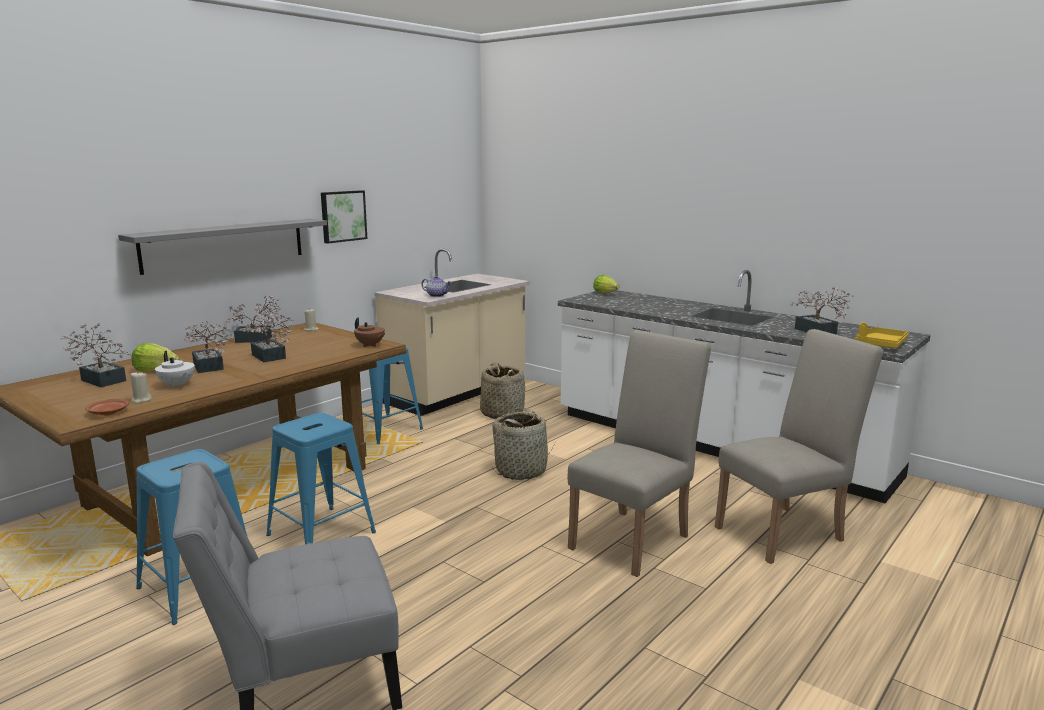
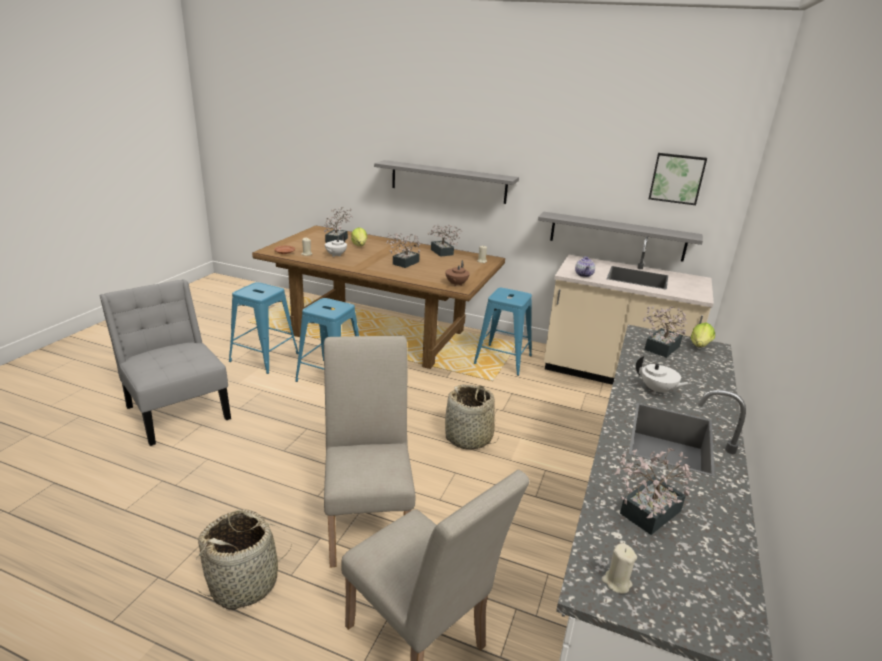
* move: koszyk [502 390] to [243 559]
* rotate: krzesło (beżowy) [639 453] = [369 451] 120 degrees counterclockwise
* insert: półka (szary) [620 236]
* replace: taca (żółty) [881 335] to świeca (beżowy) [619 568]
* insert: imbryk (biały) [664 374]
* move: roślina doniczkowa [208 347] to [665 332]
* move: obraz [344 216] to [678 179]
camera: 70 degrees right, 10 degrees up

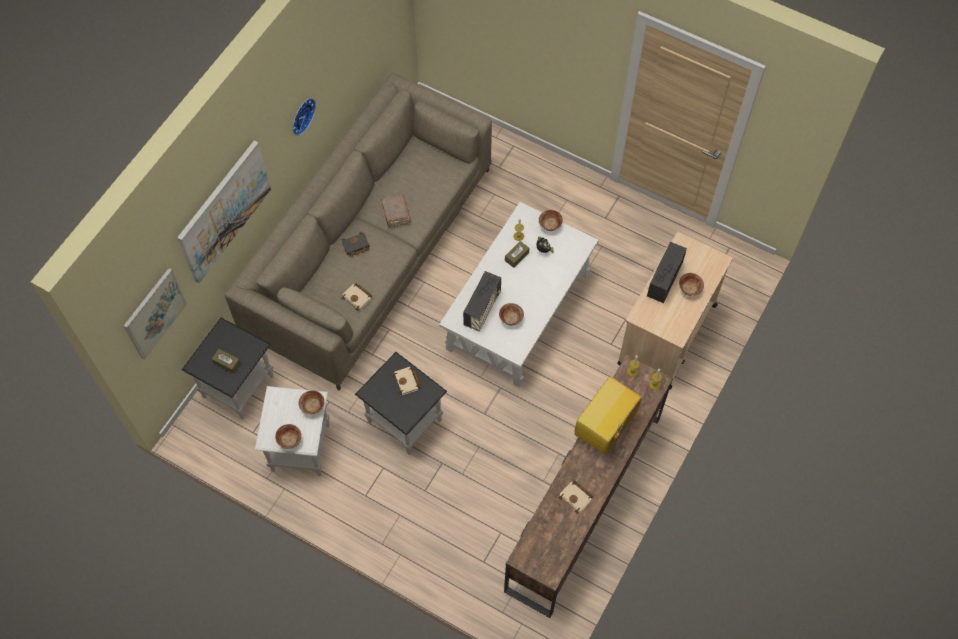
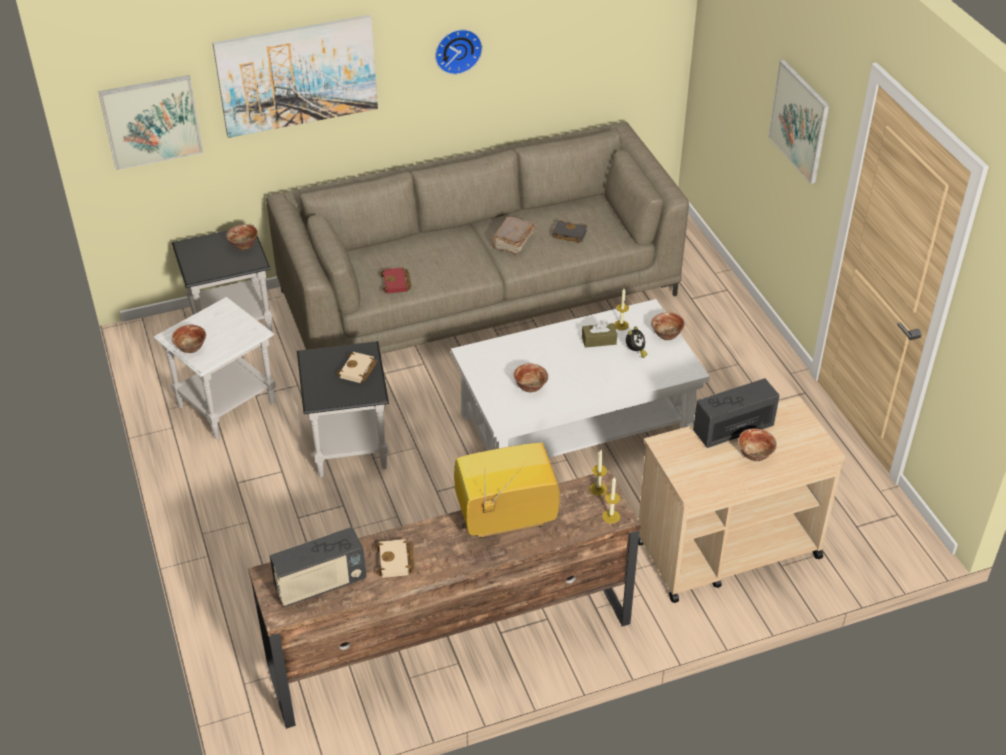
* move: miska [311 402] to [242 237]
* move: radio [482 301] to [317 567]
* recolor: książka (beżowy) [356 297] to książka (czerwony) [395 281]
* move: książka (czarny) [356 244] to [569 231]
* insert: obraz [798 122]
* delete: pudełko chusteczek (brązowy) [226 361]
camera: 40 degrees right, 20 degrees down

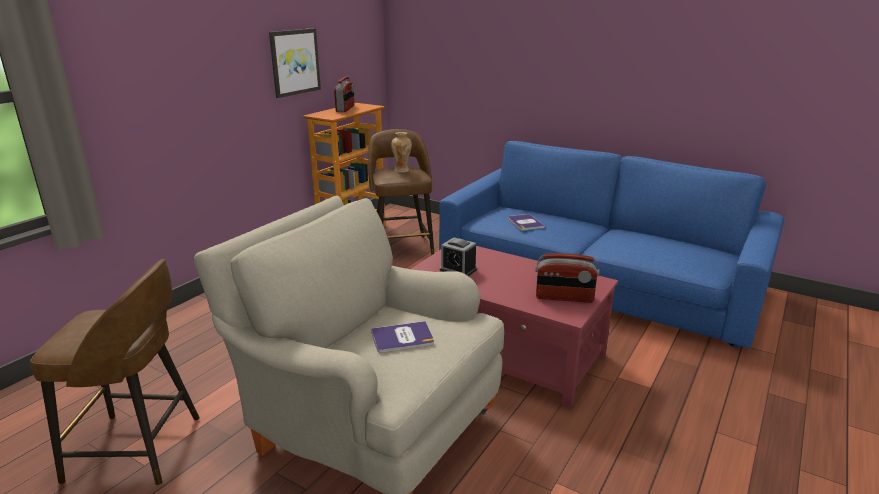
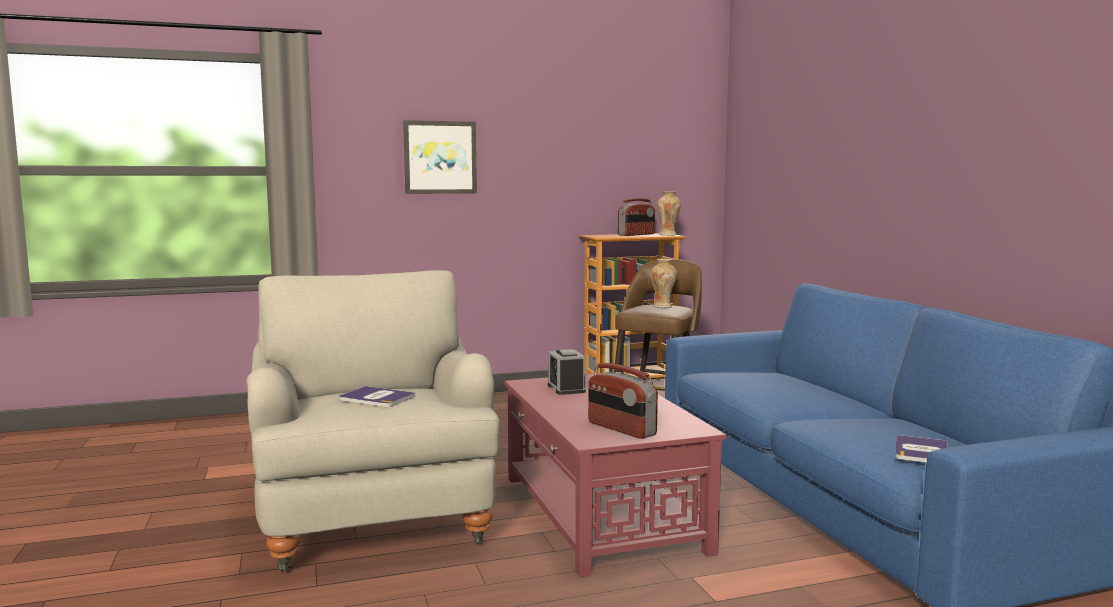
* move: obraz [295 63] to [440 157]
* insert: wazon [669 213]
* move: książka [526 222] to [921 449]
* delete: stołek (brązowy) [115 372]
camera: 40 degrees right, 15 degrees down

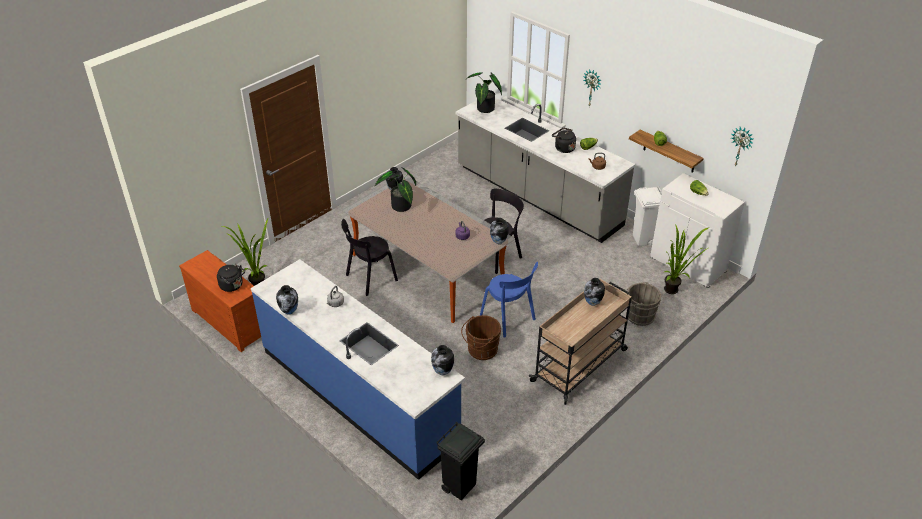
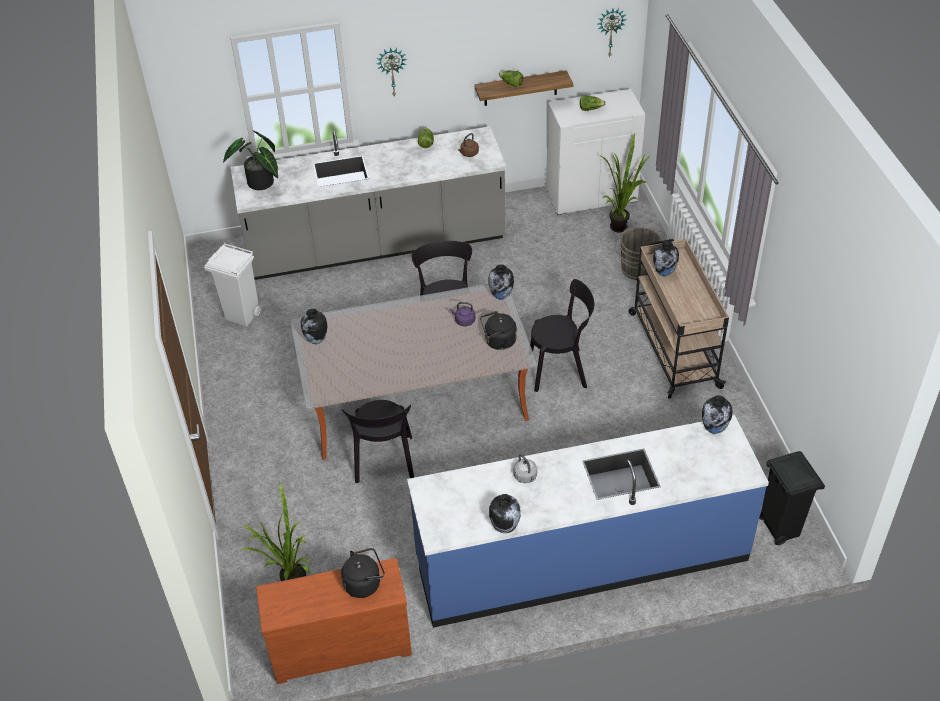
* move: kosz na śmieci (biały) [647 216] to [232 285]
* move: czajnik (czarny) [564 140] to [498 330]
* recolor: krzesło (niebieski) [509 300] to krzesło (czarny) [562 335]
* delete: roślina doniczkowa [395 189]
* delete: wiadro (brązowy) [481 337]
camera: 55 degrees left, 5 degrees up

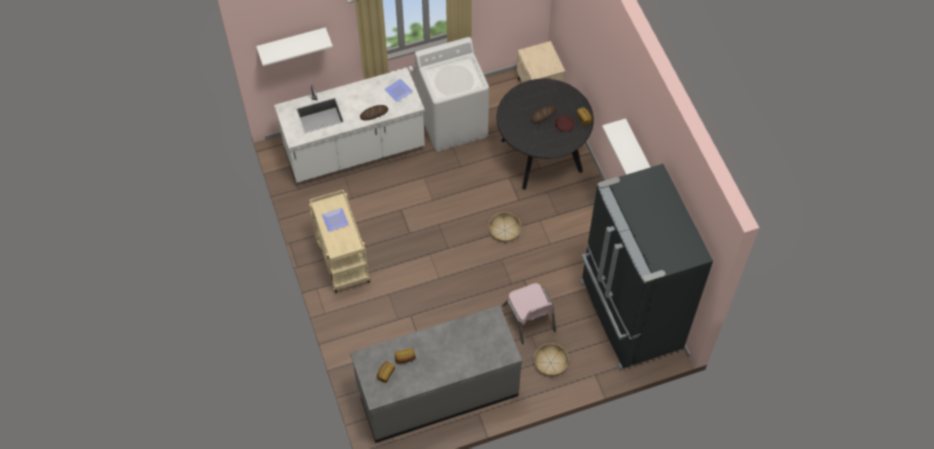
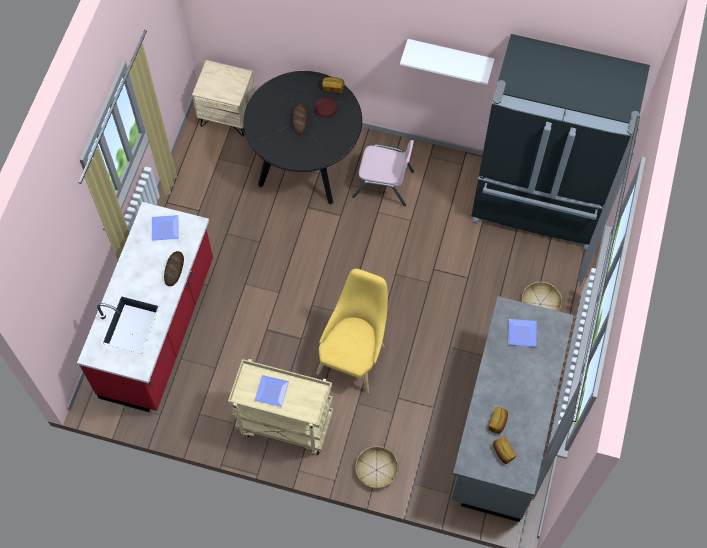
* recolor: zabudowa kuchenna (biały) [349 125] to zabudowa kuchenna (czerwony) [145 307]
* insert: krzesło (żółty) [352 331]
* move: krzesło (różowy) [529 313] to [383 173]
* move: koszyk [505 227] to [376 467]
* insert: talerz [522 333]
* delete: półka (biały) [294 46]
* delete: pralka (biały) [452 94]
camera: 55 degrees left, 5 degrees up

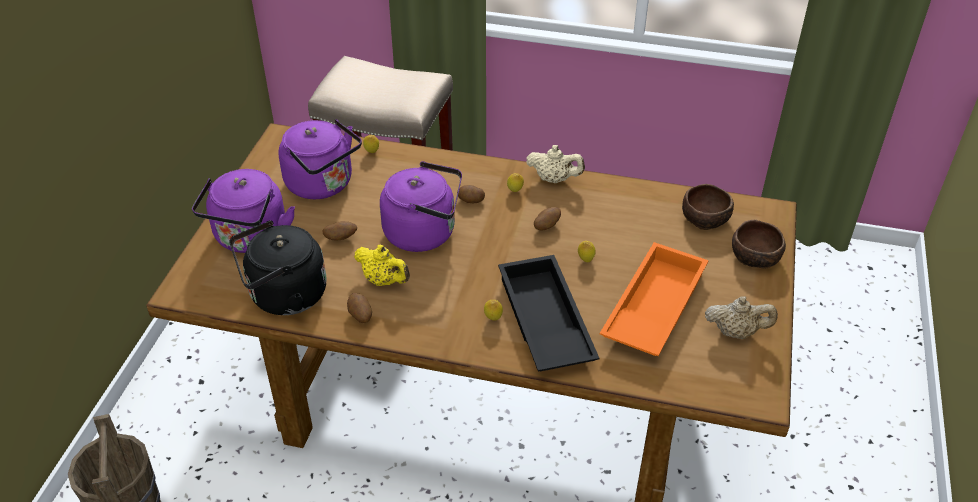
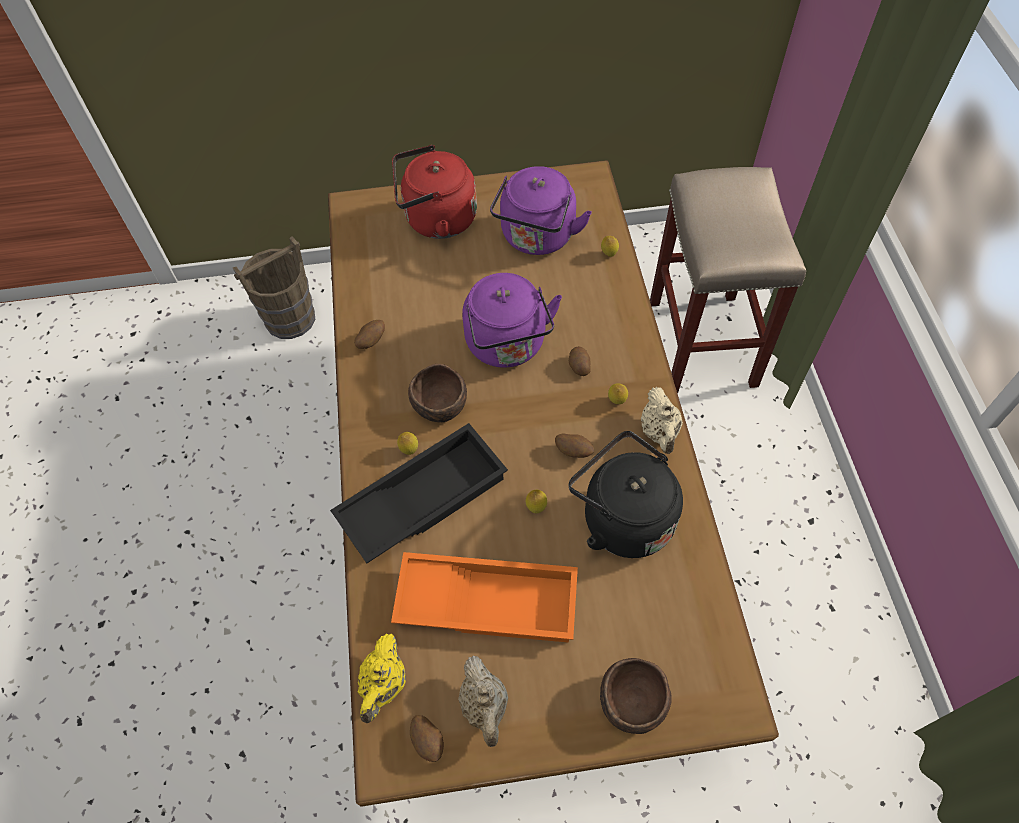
* move: imbryk (żółty) [382 265] to [382 678]
* recolor: czajnik (fioletowy) [243 211] to czajnik (czerwony) [434 192]
* move: miska (brązowy) [708 207] to [437 393]
* move: ziemniak [340 230] to [427 738]
* move: czajnik (czarny) [278 267] to [626 494]
camera: 70 degrees right, 15 degrees up

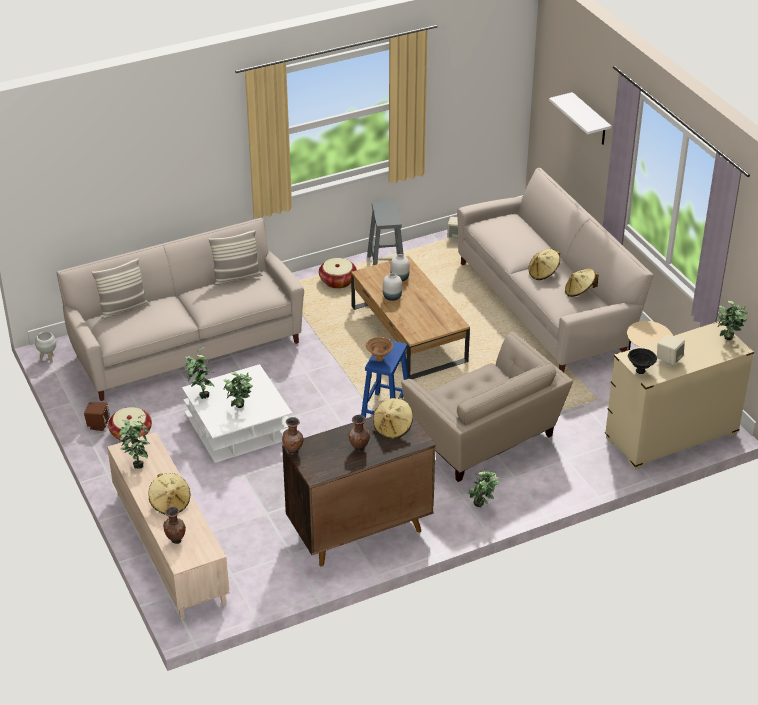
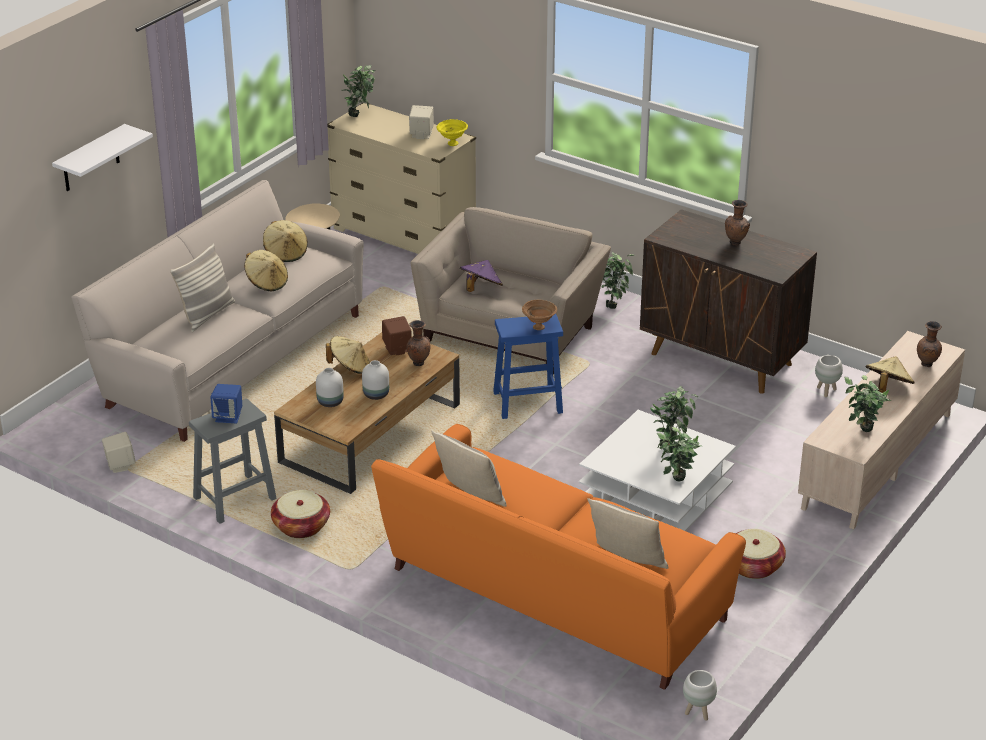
* insert: poduszka [202 287]
* insert: głośnik (niebieski) [226 403]
* move: kapelusz (beżowy) [393 418] to [348 355]
* recolor: kanapa (beżowy) [180 309] to kanapa (pomarańczowy) [558 557]
* move: głośnik (brązowy) [97 416] to [396 335]
* move: wazon (brązowy) [292 436] to [418 343]
* recolor: miska (czarny) [642 361] to miska (żółty) [452 132]
* insert: kapelusz (fioletowy) [481 276]
* insert: donica (biały) [829 376]
camera: 120 degrees left, 5 degrees down

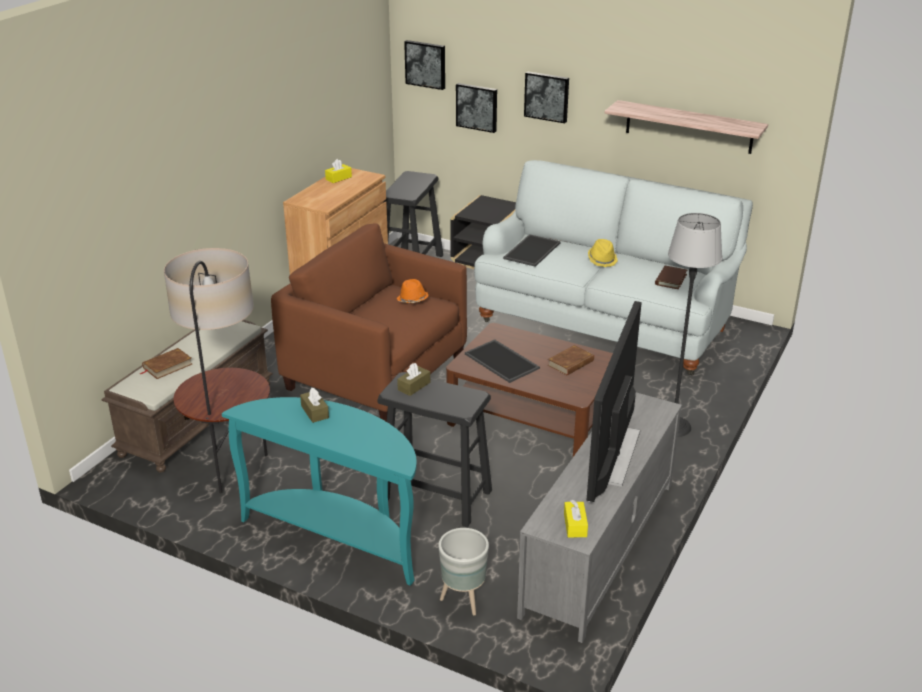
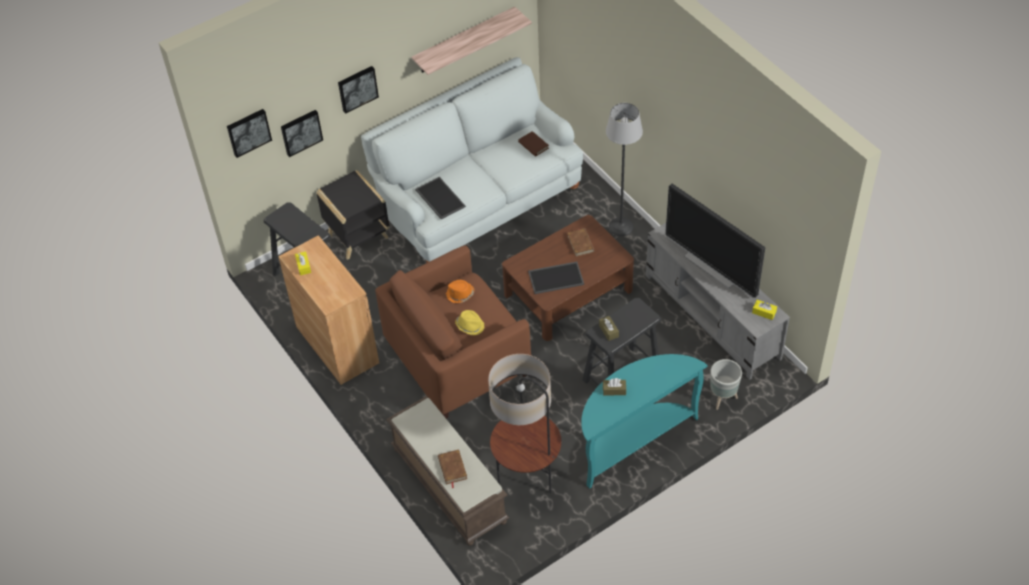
* move: kapelusz (żółty) [603 253] to [470 322]
camera: 60 degrees left, 20 degrees up

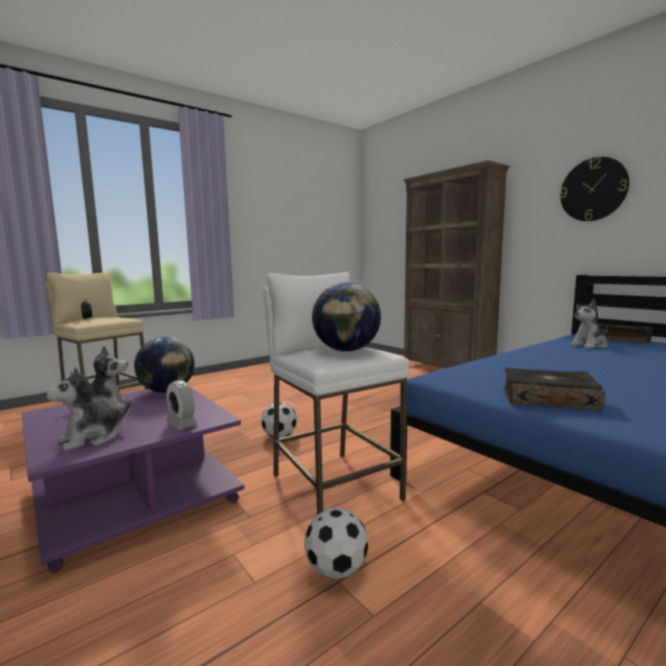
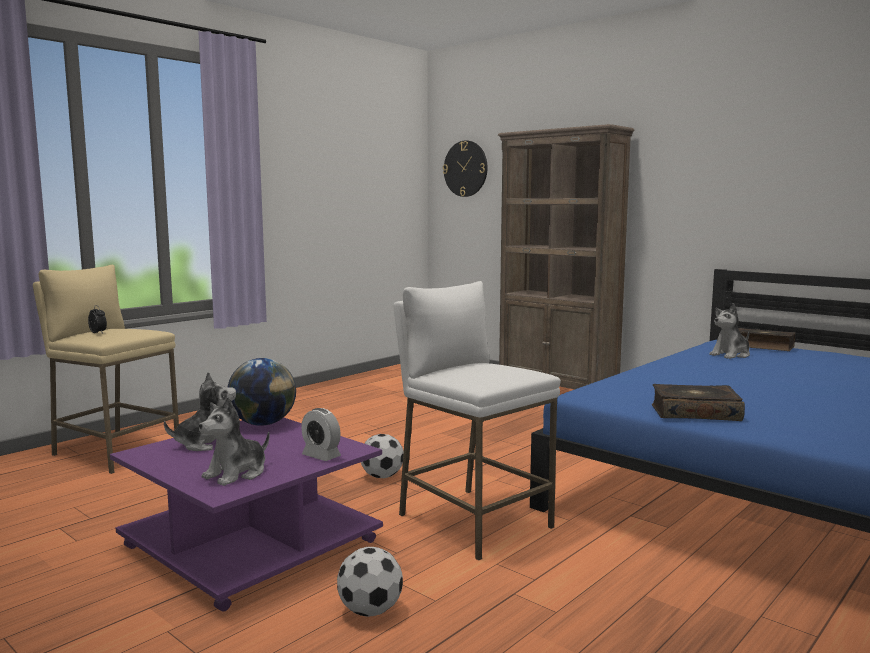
* move: piłka futbolowa [336 543] to [370 582]
* move: zegar ścienny [594 189] to [465 168]
* delete: globus [346 317]
camera: 10 degrees left, 0 degrees up

